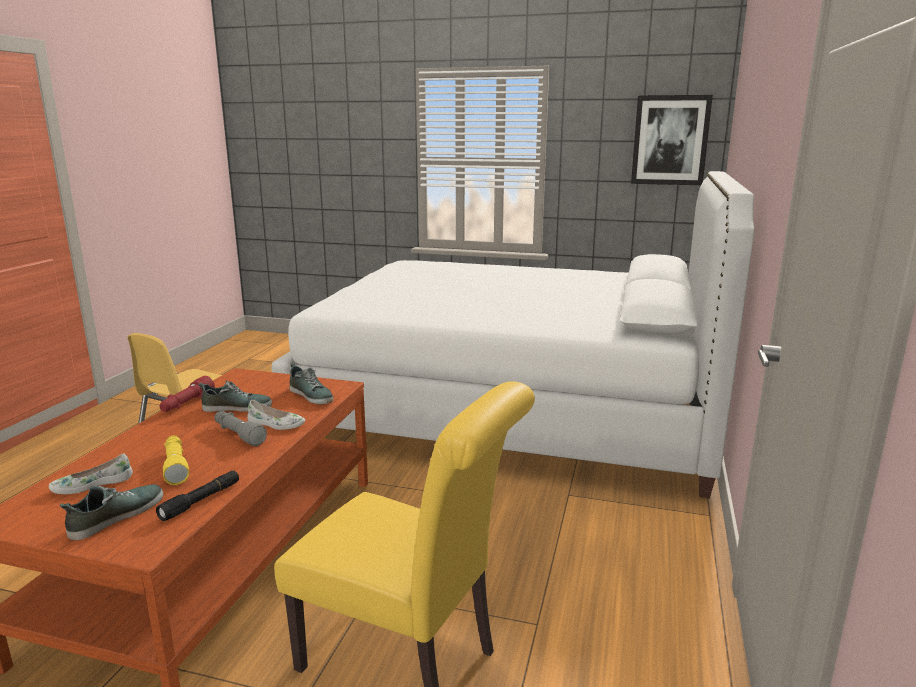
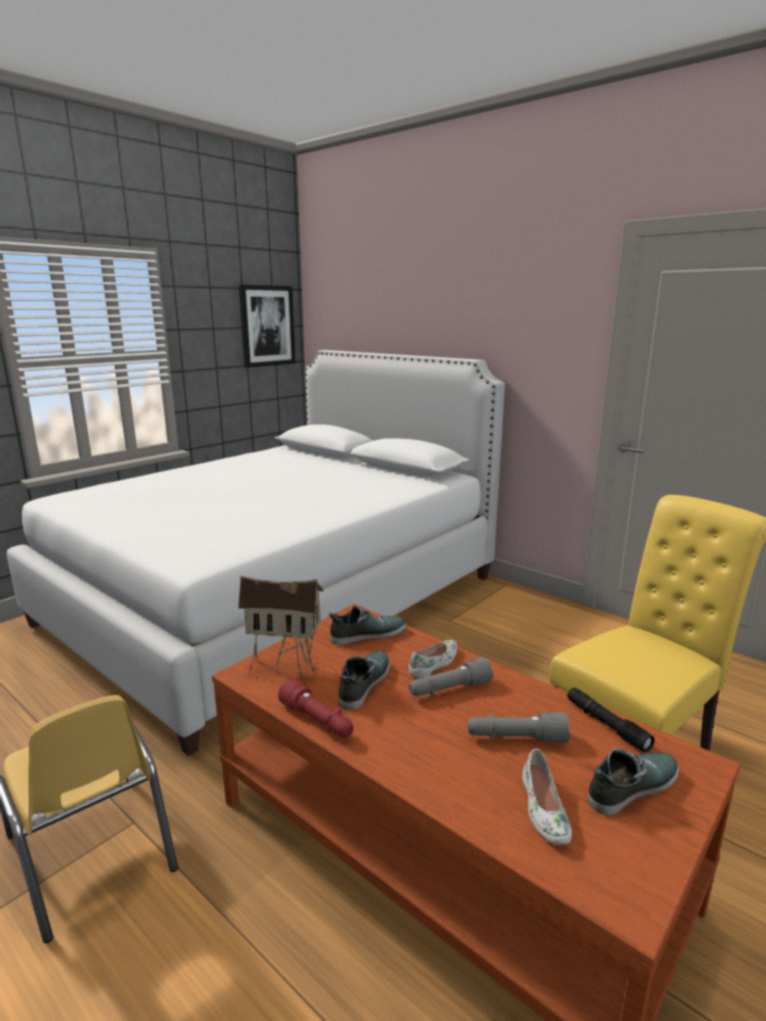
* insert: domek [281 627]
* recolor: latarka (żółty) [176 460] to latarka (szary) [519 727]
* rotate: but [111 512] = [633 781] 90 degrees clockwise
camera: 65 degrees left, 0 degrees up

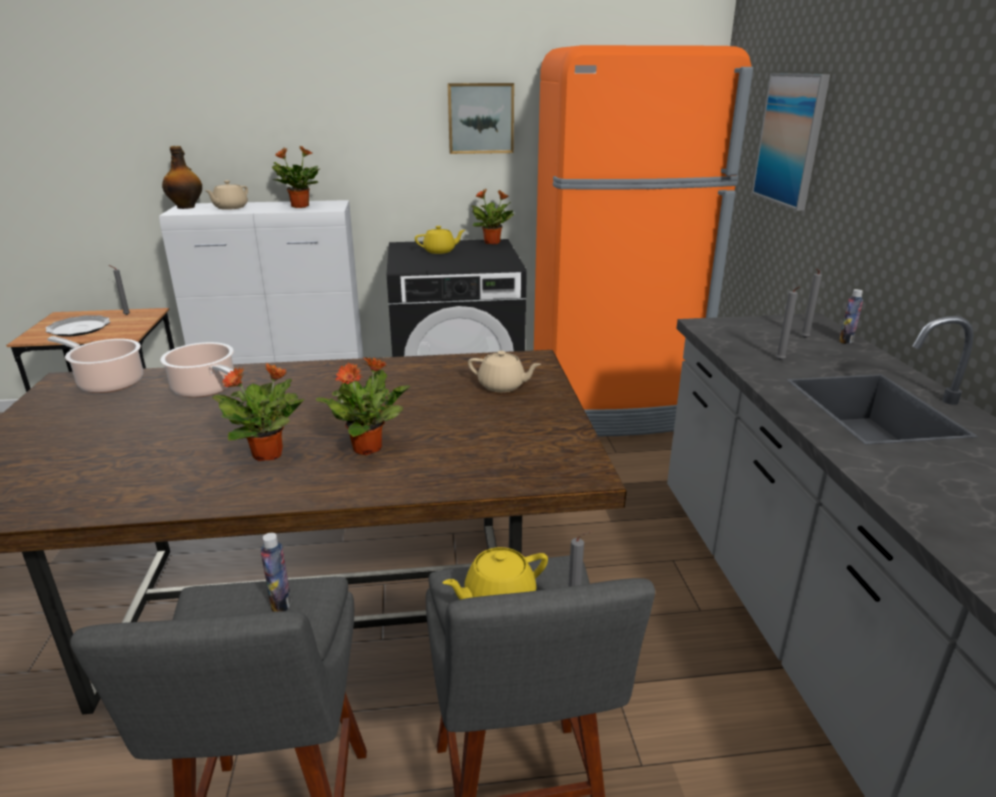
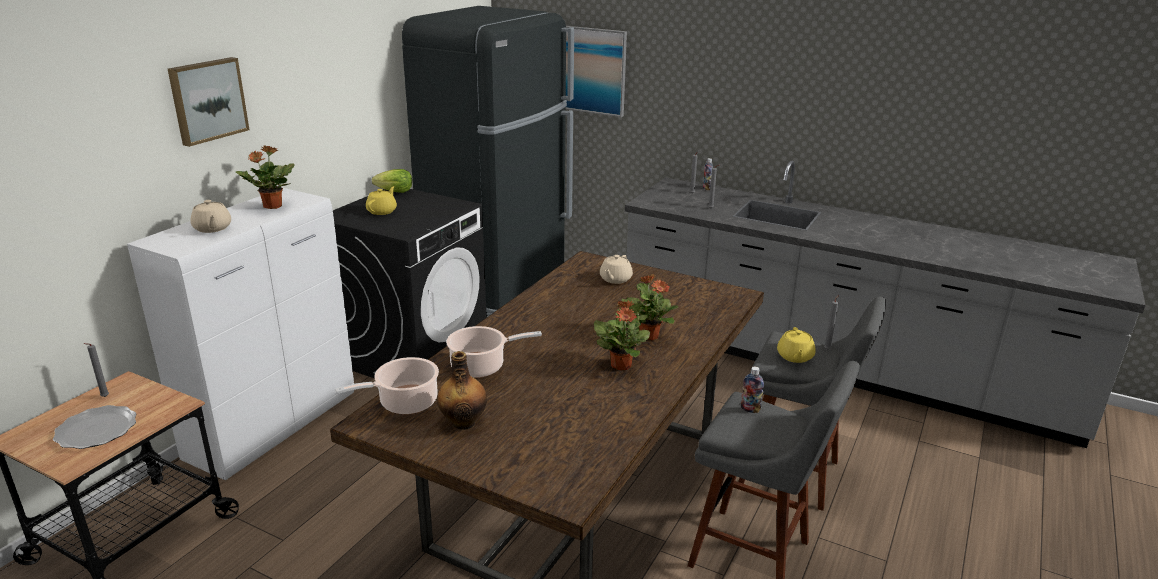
* move: obraz [481 118] to [209 102]
* replace: roślina doniczkowa [492 217] to sałata [392 181]
* recolor: lodówka (pomarańczowy) [643 240] to lodówka (czarny) [488 162]
* move: butelka [182 177] to [462 390]
* rotate: imbryk (beżowy) [504 371] = [616 269] 150 degrees clockwise
camera: 55 degrees left, 0 degrees up

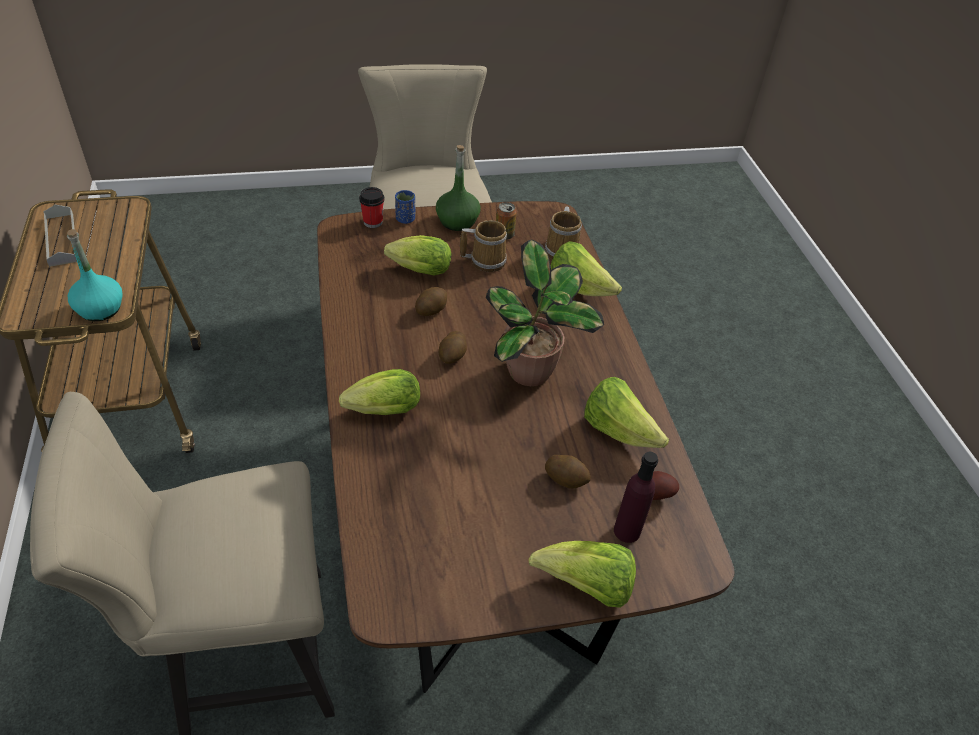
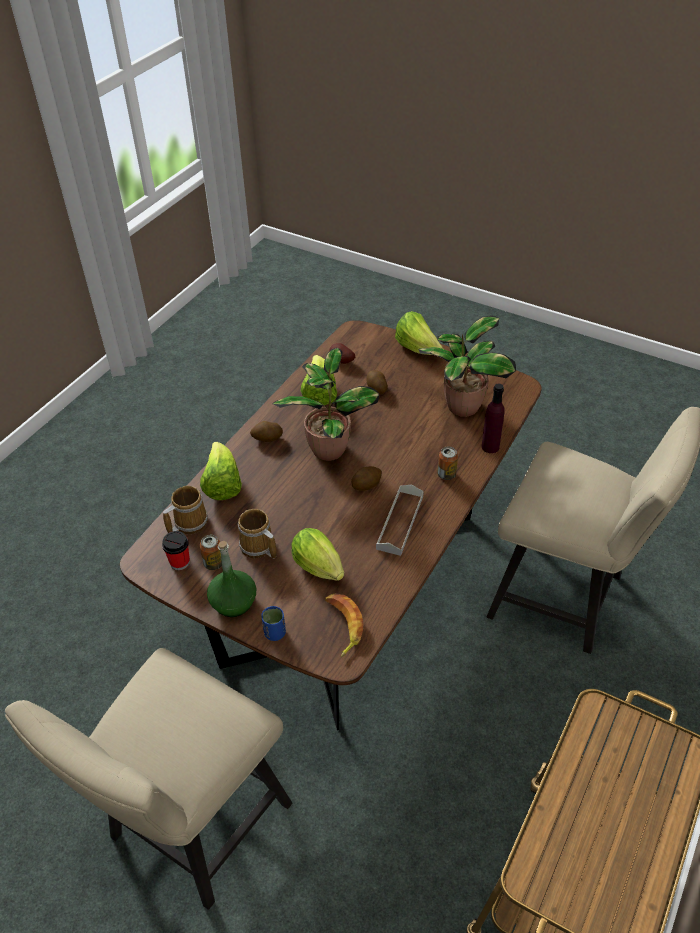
* move: filiżanka [372 207] to [176 550]
* move: ziemniak [431 301] to [266 431]
* insert: banan [344 625]
* move: taca (szary) [60 236] to [400 520]
* insert: roślina doniczkowa [467 366]
* replace: sałata [379 392] to puszka [447 463]
* move: butelka (fioletowy) [636 497] to [493 418]
* delete: butelka (turkusowy) [95 275]
camera: 135 degrees left, 0 degrees up

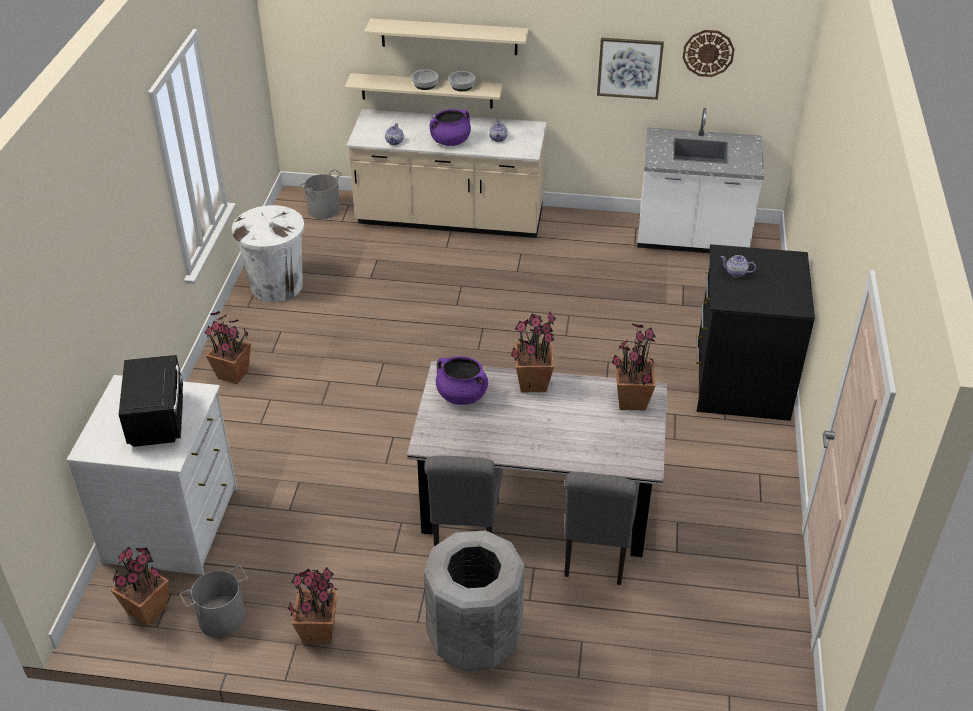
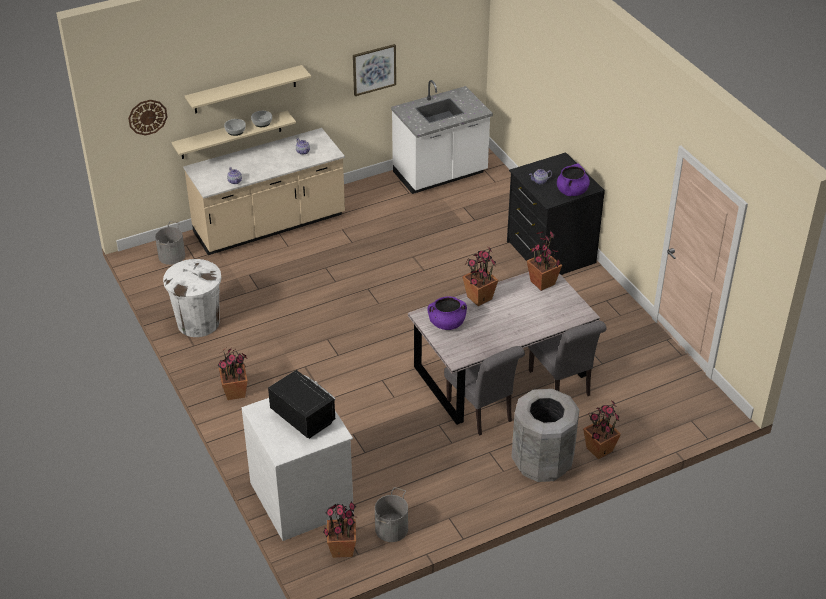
* move: zegar ścienny [709 53] to [147 118]
* move: garnek (fioletowy) [450 127] to [573 179]
* move: roślina doniczkowa [313 605] to [602 429]
camera: 35 degrees left, 0 degrees up

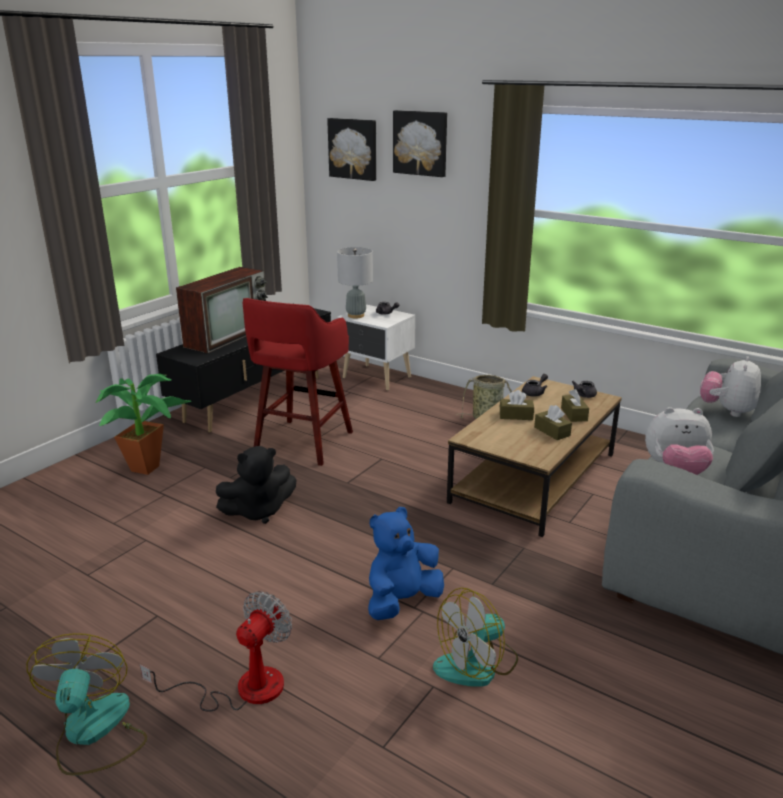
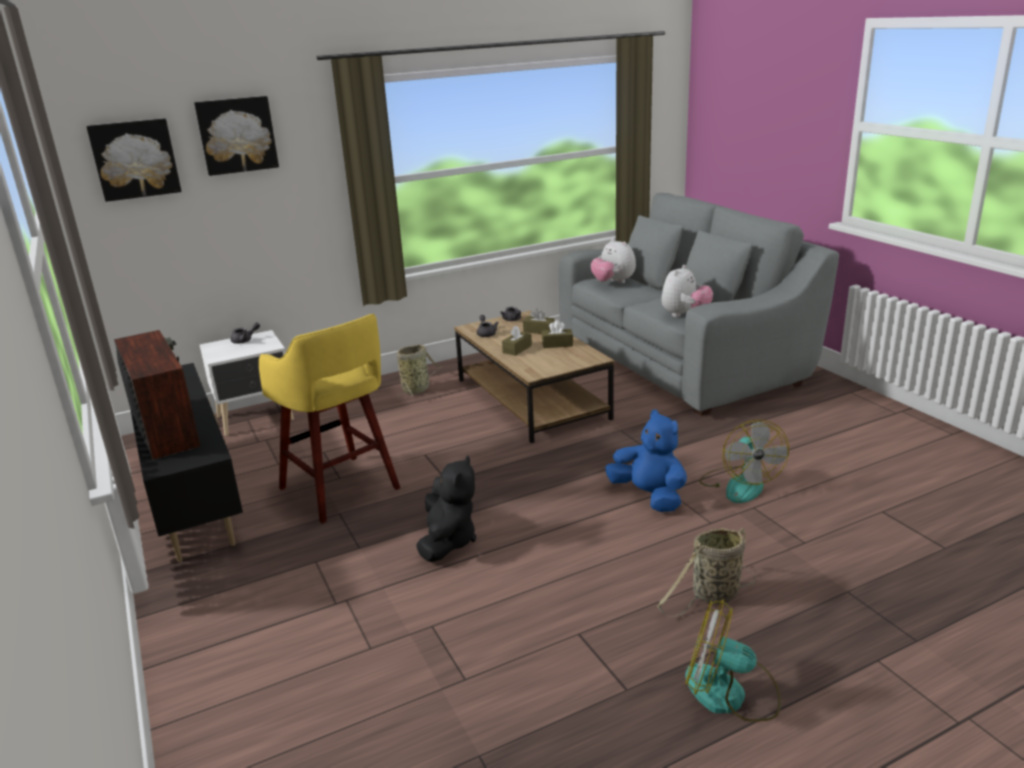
* recolor: stołek (czerwony) [298 382] to stołek (żółty) [329 419]
* rotate: pluszak (niebieski) [406 563] = [646 461] 150 degrees clockwise
* replace: wentylator [216 651] to koszyk [706 572]
* delete: roślina doniczkowa [143 424]
* delete: lampa stołowa (szary) [355 282]
camera: 60 degrees left, 0 degrees up

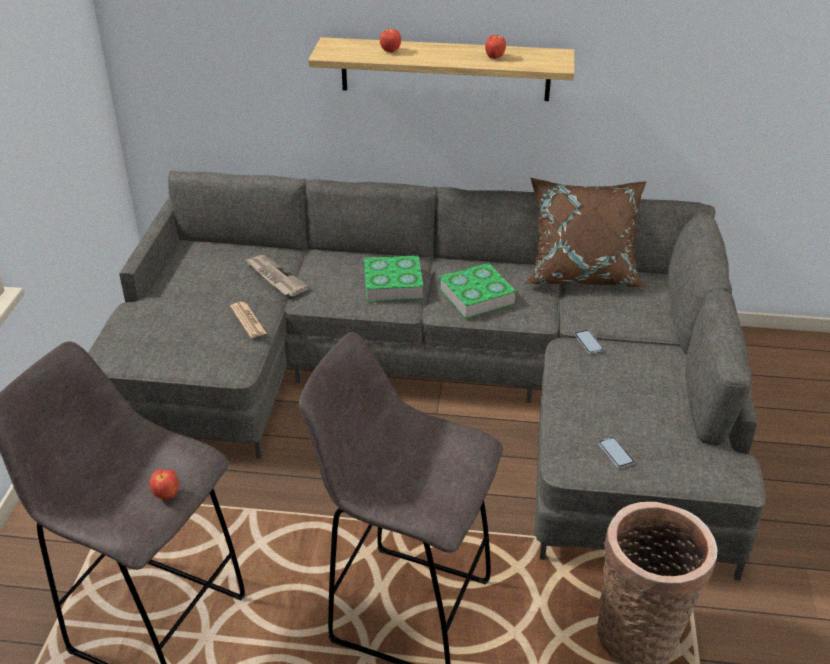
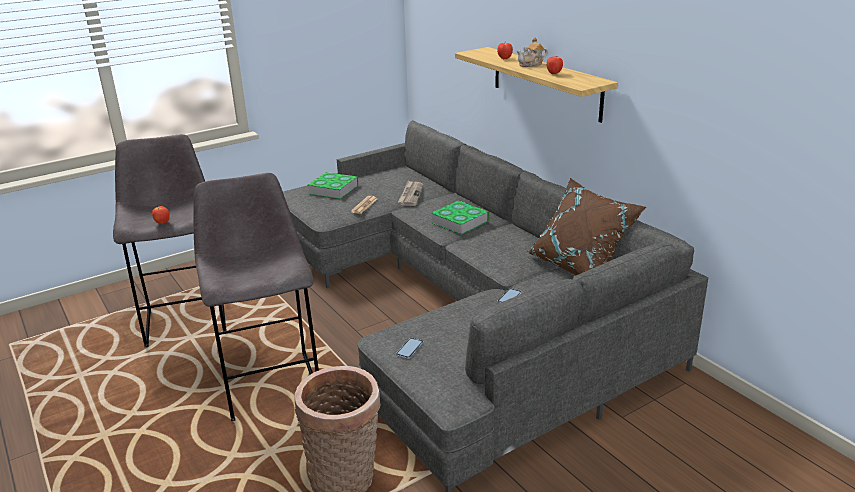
* move: książka [478 291] to [333 185]
* insert: imbryk [532 52]
camera: 50 degrees right, 10 degrees down

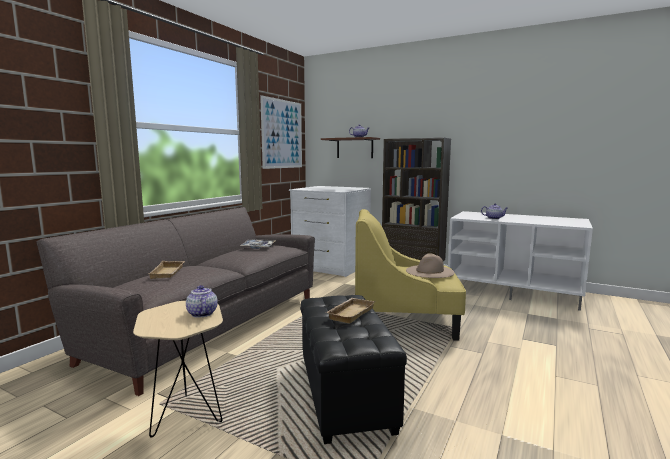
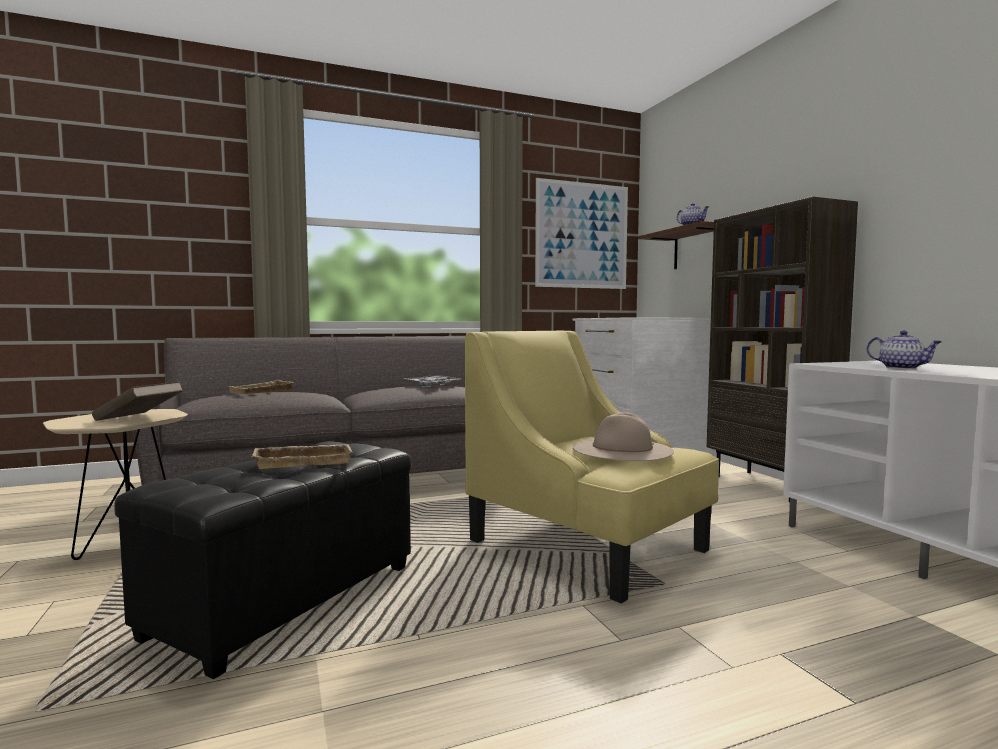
* replace: imbryk [202 301] to książka (brązowy) [138 401]
camera: 40 degrees right, 5 degrees down

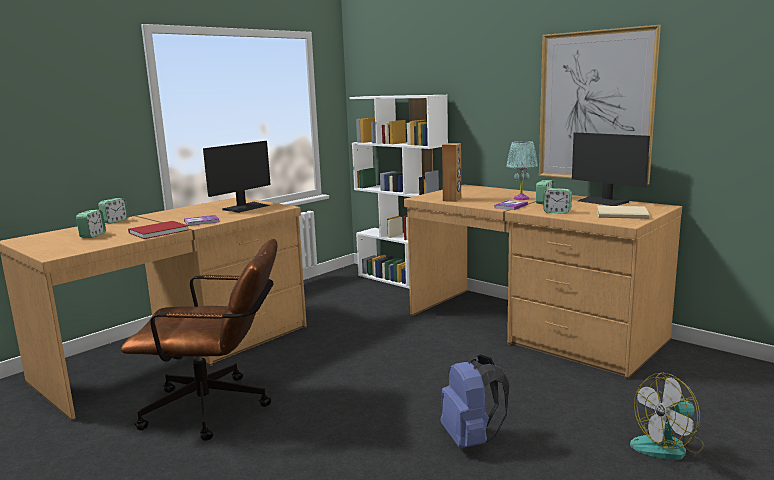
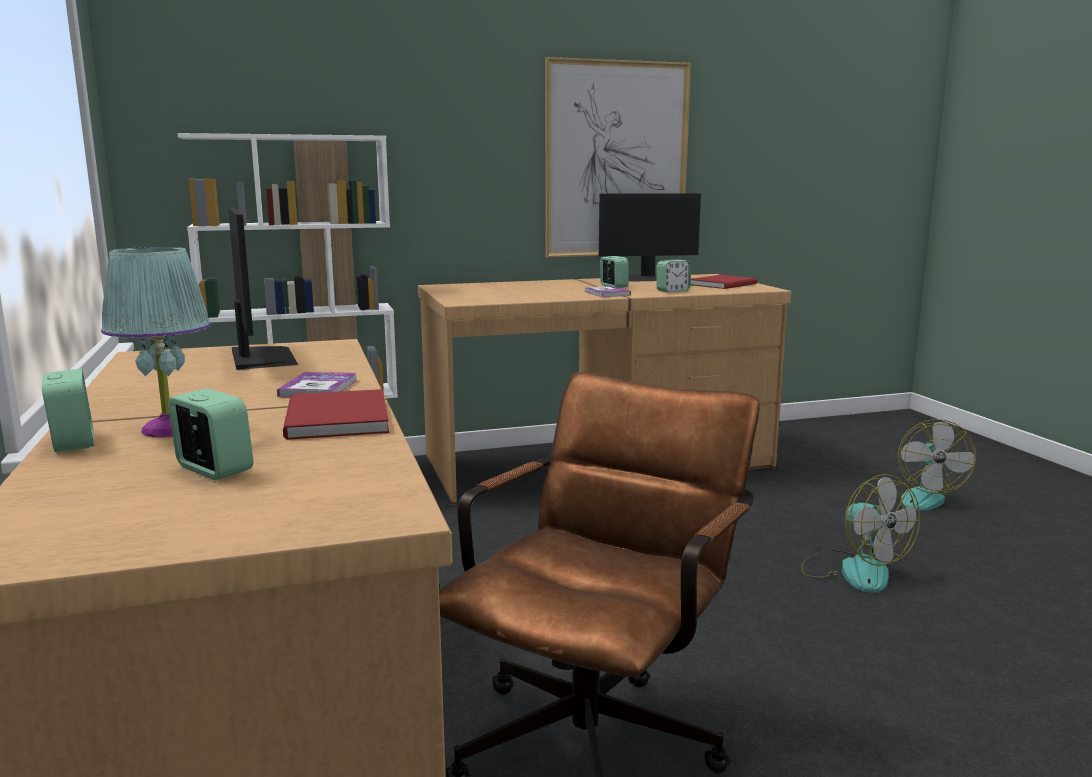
* move: lampa stołowa (turkusowy) [522 170] to [155 342]
* recolor: książka (beżowy) [623 212] to książka (czerwony) [724 282]
* replace: plecak (niebieski) [475 401] to wentylator [860 533]
* delete: głośnik (brązowy) [451 172]
camera: 60 degrees left, 0 degrees up

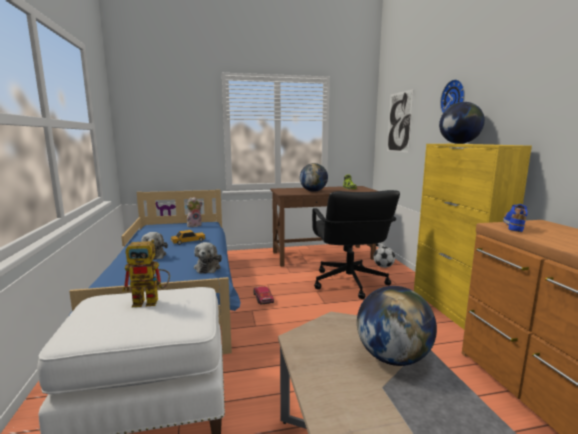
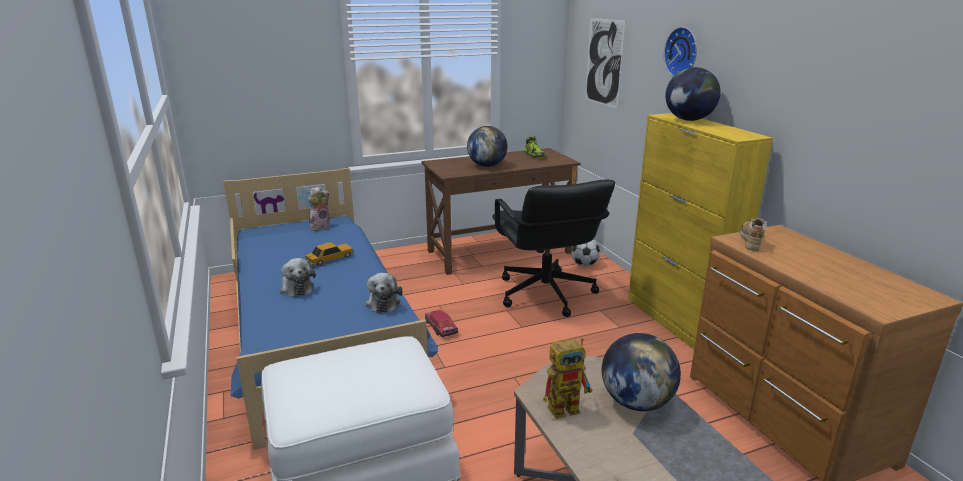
* move: robot zabawkowy [146 273] to [567 378]
* recolor: but (niebieski) [515 218] to but (beżowy) [752 234]
camera: 10 degrees left, 10 degrees up

